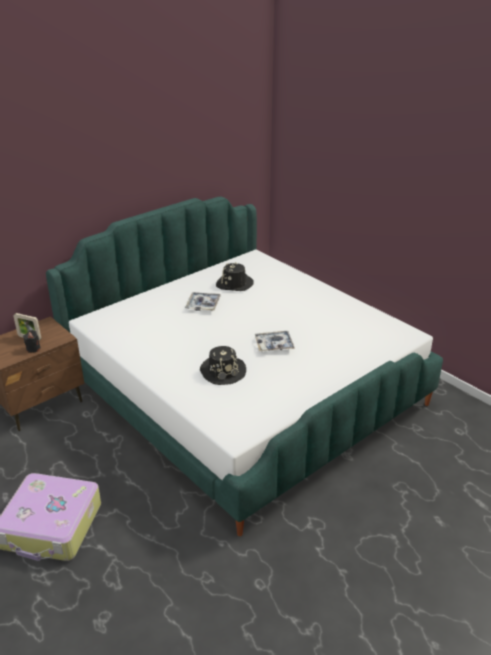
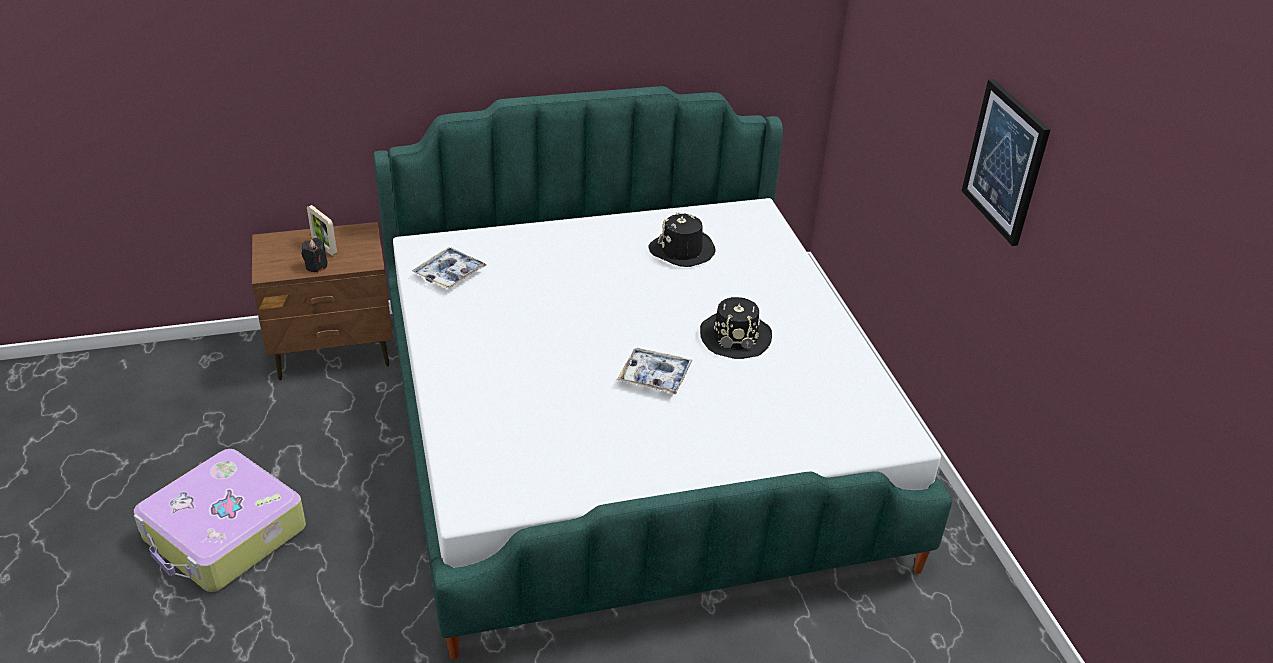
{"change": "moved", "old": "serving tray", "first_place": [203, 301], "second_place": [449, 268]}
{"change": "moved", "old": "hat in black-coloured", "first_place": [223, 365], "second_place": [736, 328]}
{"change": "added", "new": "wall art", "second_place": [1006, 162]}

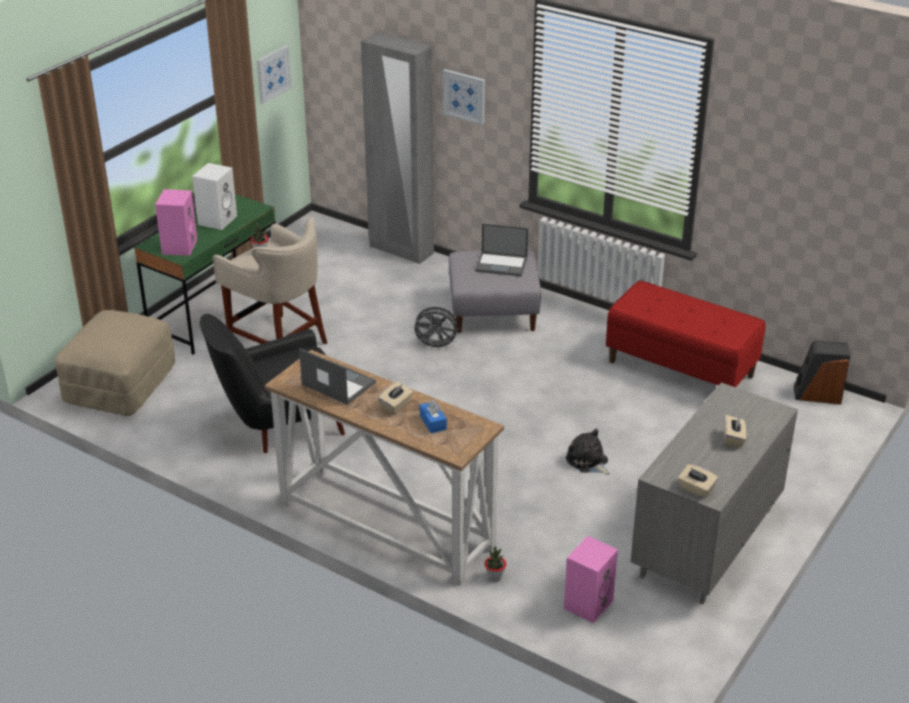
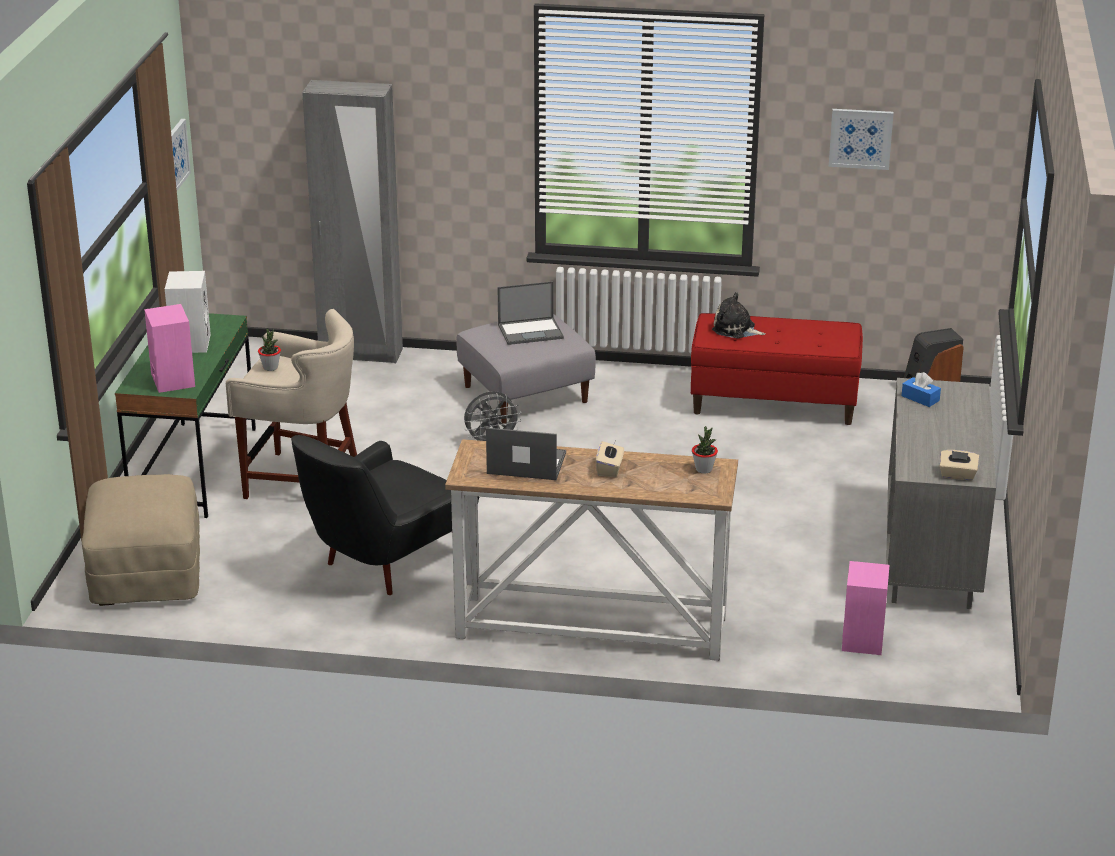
{"change": "moved", "old": "wall art", "first_place": [464, 97], "second_place": [861, 139]}
{"change": "moved", "old": "tissue holder in blue-coloured", "first_place": [433, 416], "second_place": [921, 389]}
{"change": "removed", "old": "tissue holder in sand-coloured", "first_place": [735, 431]}
{"change": "moved", "old": "soft toy", "first_place": [588, 452], "second_place": [739, 315]}
{"change": "moved", "old": "plant in a pot", "first_place": [495, 564], "second_place": [705, 450]}

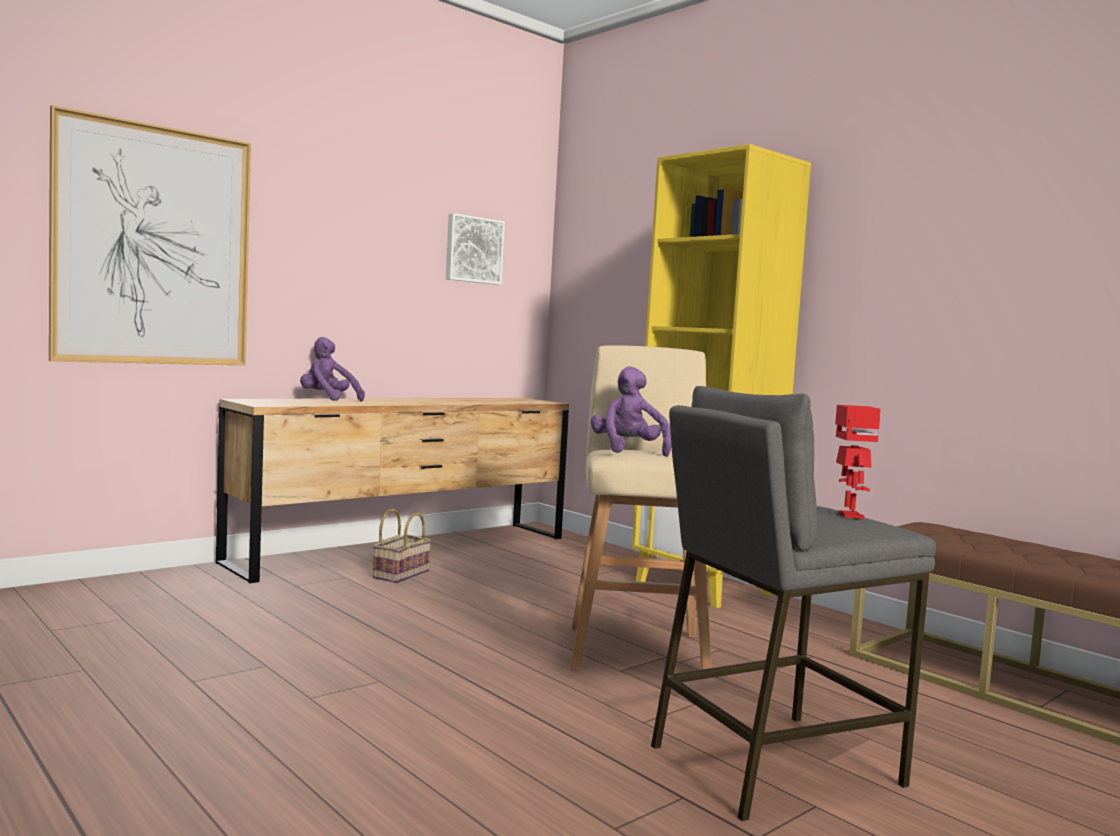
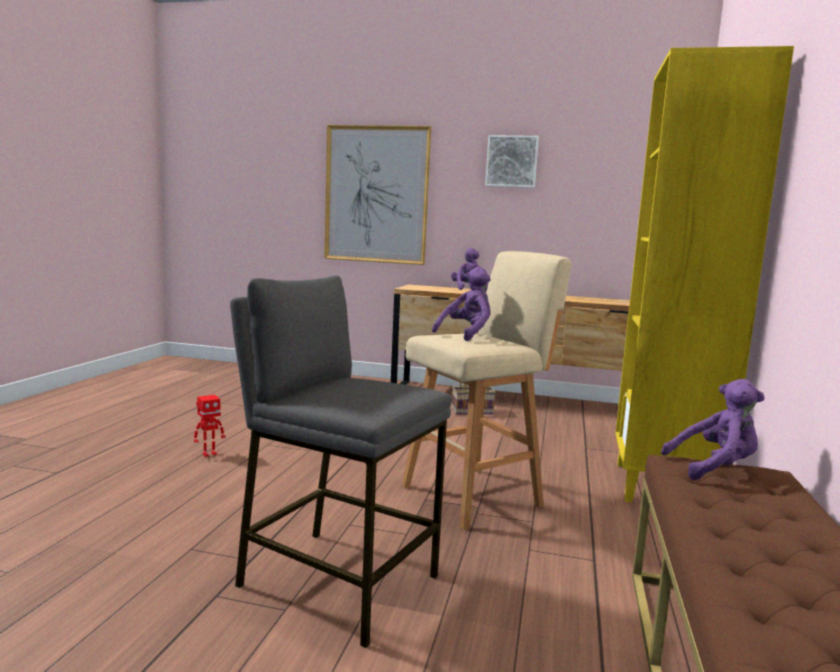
{"change": "moved", "old": "wall art", "first_place": [475, 249], "second_place": [512, 161]}
{"change": "moved", "old": "robot figure", "first_place": [858, 462], "second_place": [210, 426]}
{"change": "added", "new": "soft toy in purple", "second_place": [713, 429]}

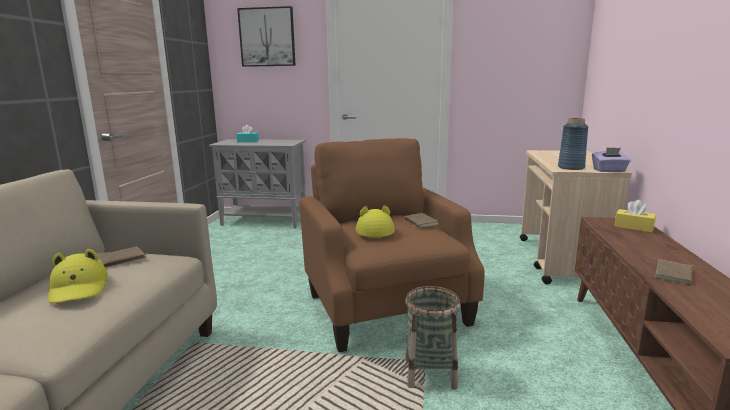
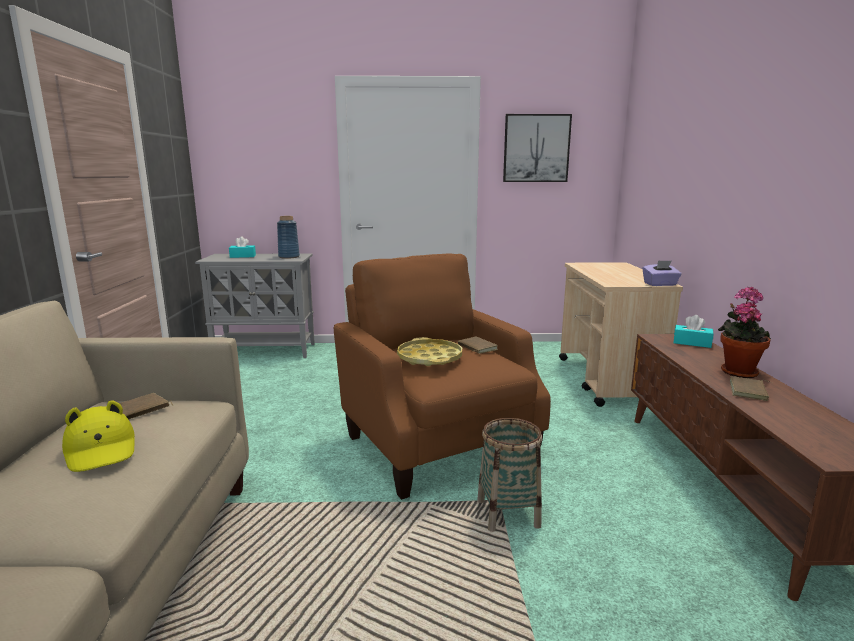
{"change": "moved", "old": "wall art", "first_place": [266, 36], "second_place": [537, 148]}
{"change": "moved", "old": "vase in blue-coloured", "first_place": [573, 144], "second_place": [288, 237]}
{"change": "recoloured", "old": "tissue holder in yellowish", "new": "tissue holder in turquoise", "first_place": [635, 216], "second_place": [694, 331]}
{"change": "replaced", "old": "hat in yellowish", "new": "serving tray in yellowish", "first_place": [375, 221], "second_place": [429, 351]}
{"change": "added", "new": "plant in a pot", "second_place": [744, 332]}

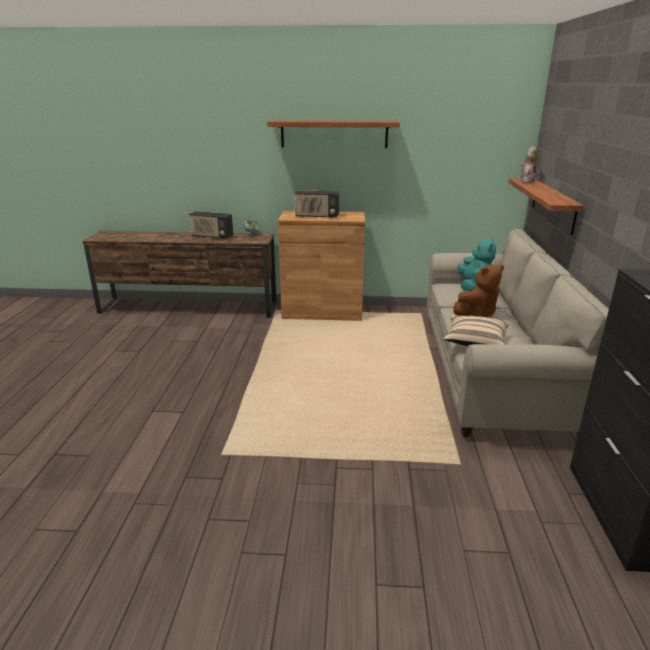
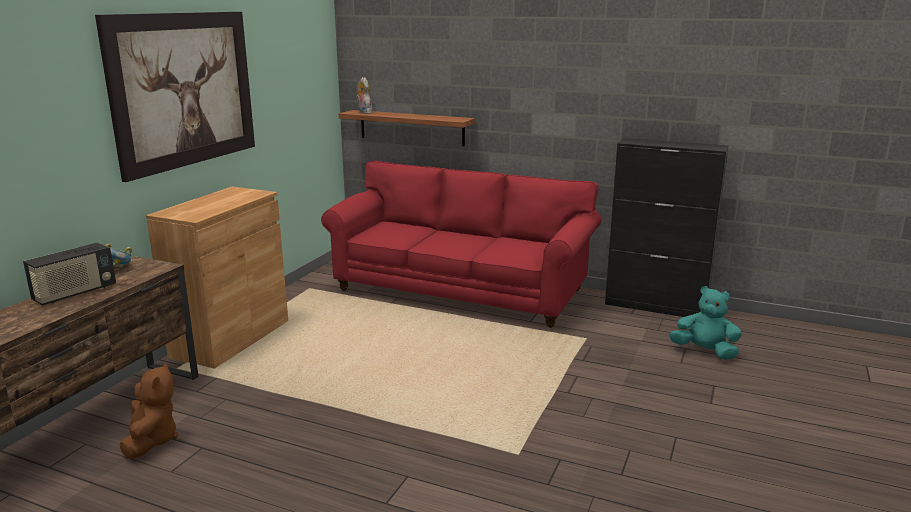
{"change": "replaced", "old": "wall shelf", "new": "wall art", "first_place": [333, 134], "second_place": [175, 97]}
{"change": "removed", "old": "radio receiver", "first_place": [316, 204]}
{"change": "recoloured", "old": "sofa in sand-coloured", "new": "sofa in red-coloured", "first_place": [518, 333], "second_place": [461, 244]}
{"change": "moved", "old": "soft toy in turquoise", "first_place": [477, 265], "second_place": [705, 323]}
{"change": "moved", "old": "soft toy in brownish", "first_place": [478, 291], "second_place": [149, 410]}
{"change": "removed", "old": "throw pillow in sand-coloured", "first_place": [476, 331]}

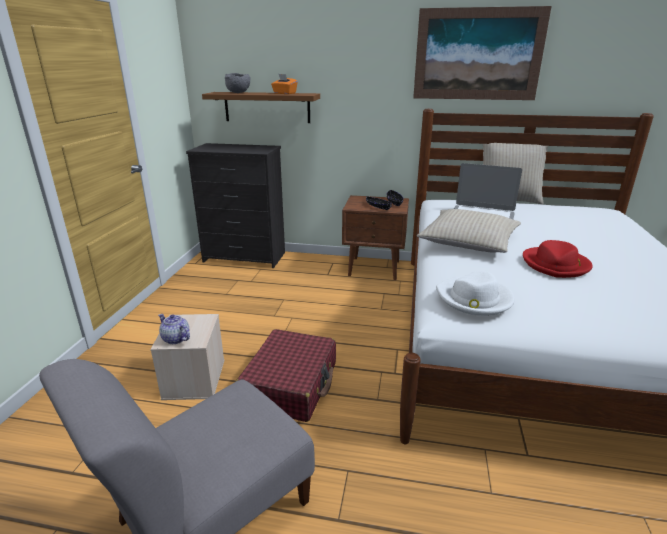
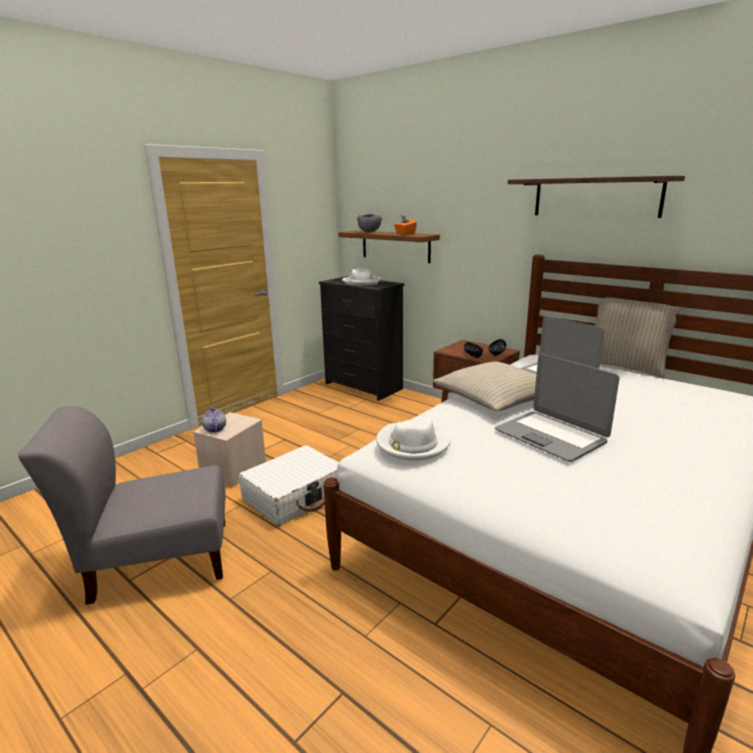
{"change": "replaced", "old": "wall art", "new": "wall shelf", "first_place": [482, 53], "second_place": [596, 197]}
{"change": "replaced", "old": "hat in red-coloured", "new": "laptop", "first_place": [558, 259], "second_place": [557, 408]}
{"change": "recoloured", "old": "suitcase in red-coloured", "new": "suitcase in whitish", "first_place": [286, 375], "second_place": [289, 485]}
{"change": "added", "new": "hat in whitish", "second_place": [361, 277]}

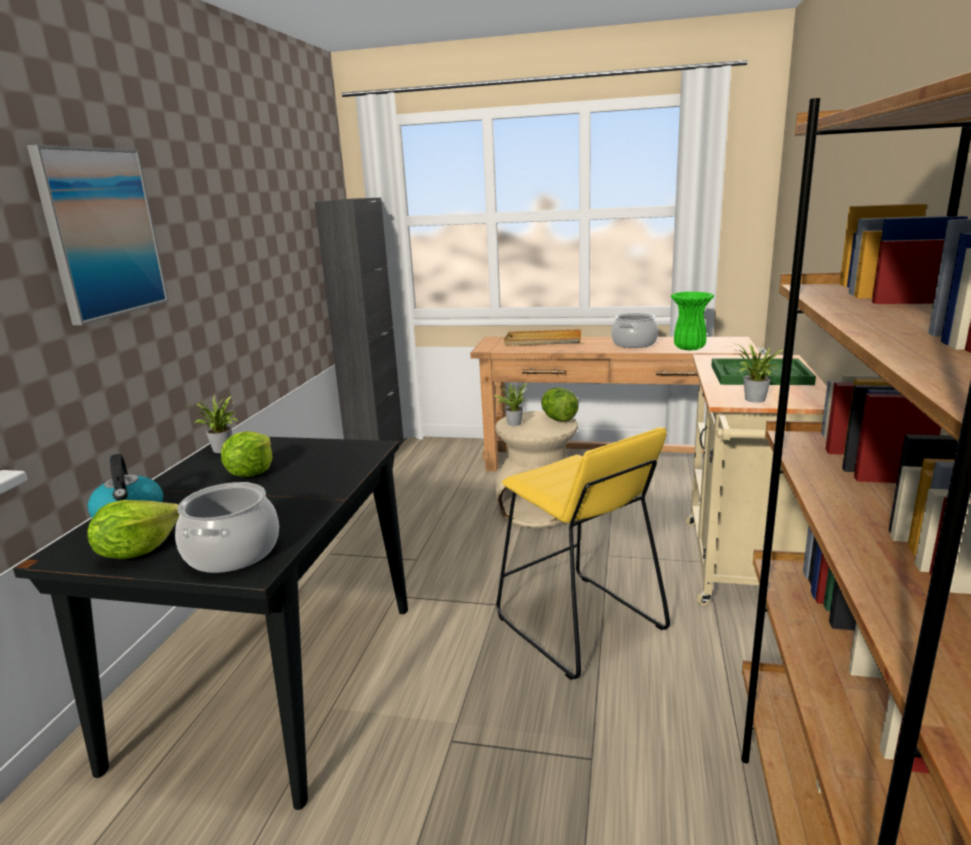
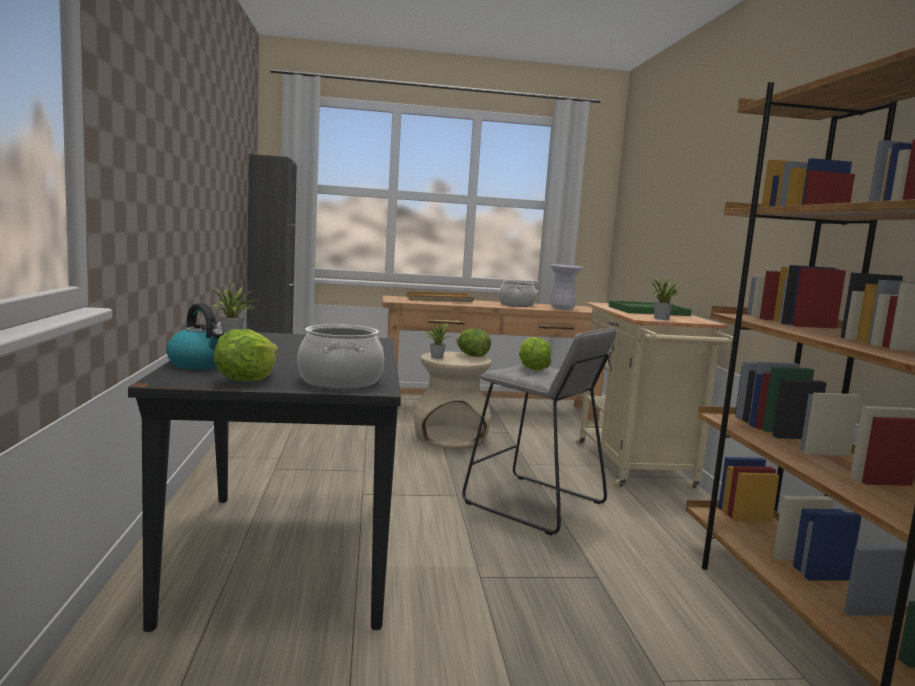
{"change": "removed", "old": "wall art", "first_place": [98, 235]}
{"change": "recoloured", "old": "vase in greenish", "new": "vase in whitish", "first_place": [692, 320], "second_place": [566, 287]}
{"change": "recoloured", "old": "stool seat in yellowish", "new": "stool seat in gray", "first_place": [583, 553], "second_place": [539, 431]}
{"change": "moved", "old": "lettuce", "first_place": [246, 454], "second_place": [535, 353]}

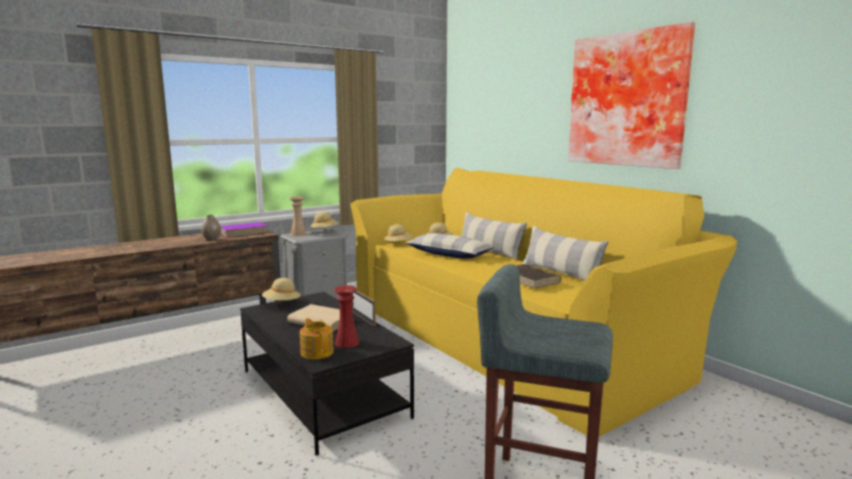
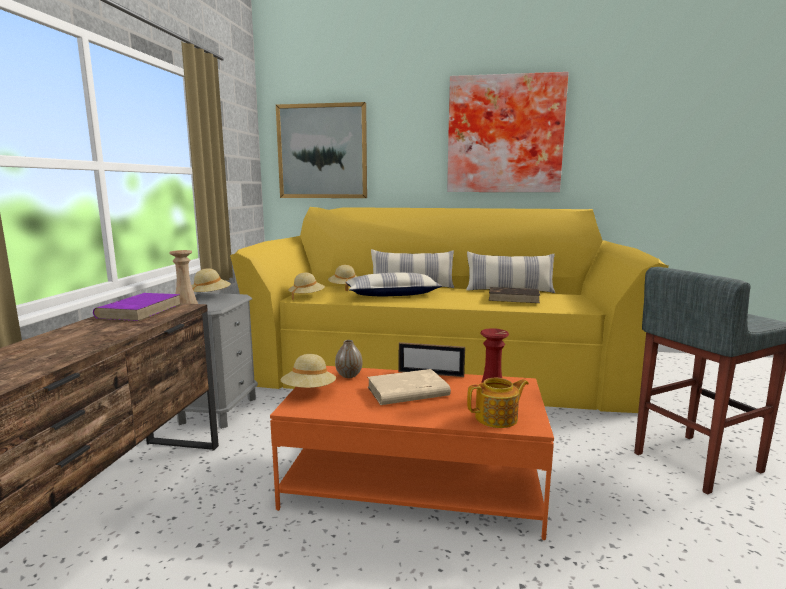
{"change": "moved", "old": "vase", "first_place": [211, 228], "second_place": [349, 359]}
{"change": "recoloured", "old": "lounge table in black-coloured", "new": "lounge table in orange-coloured", "first_place": [327, 374], "second_place": [412, 453]}
{"change": "turned", "old": "teapot", "first_place": [317, 339], "second_place": [498, 403], "degrees": 150}
{"change": "added", "new": "wall art", "second_place": [321, 150]}

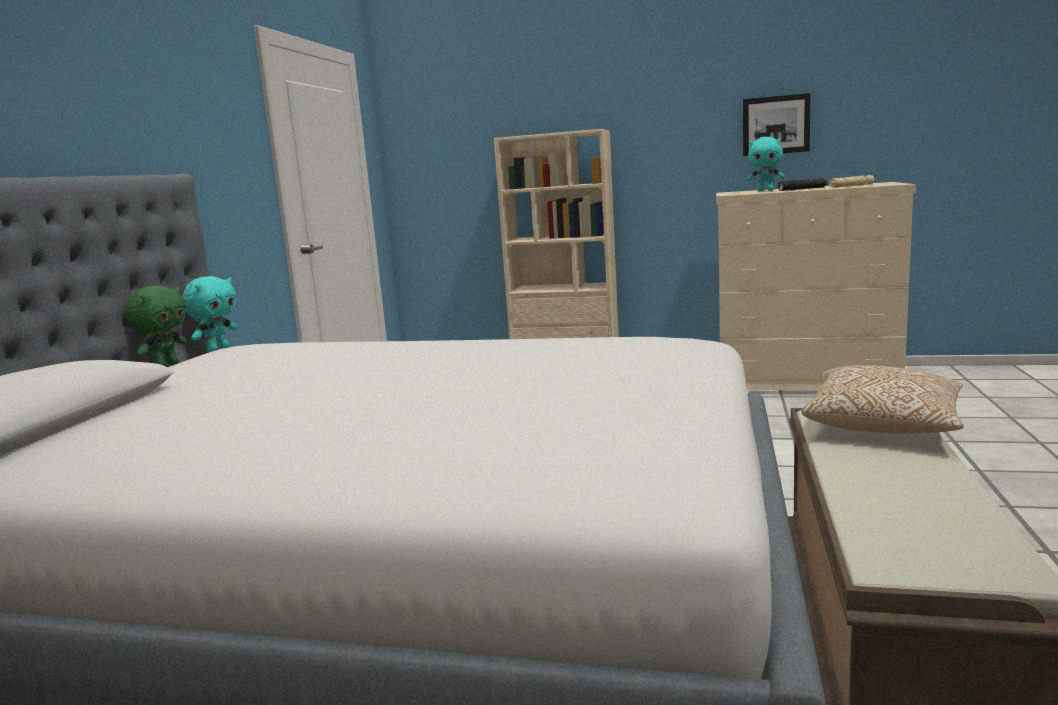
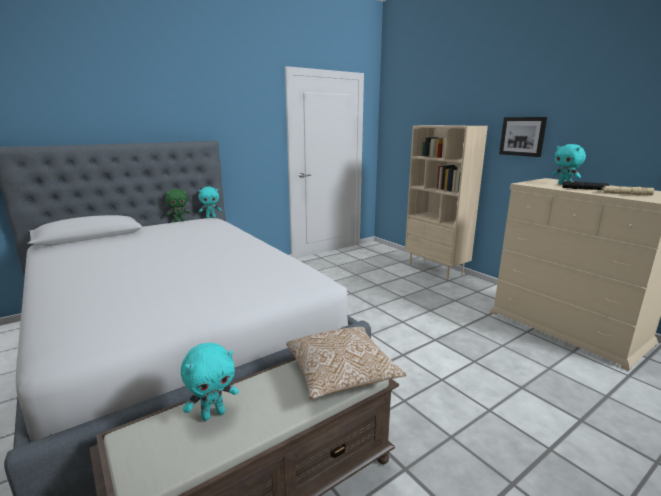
{"change": "moved", "old": "wall art", "first_place": [777, 124], "second_place": [523, 137]}
{"change": "added", "new": "soft toy in turquoise", "second_place": [210, 382]}

